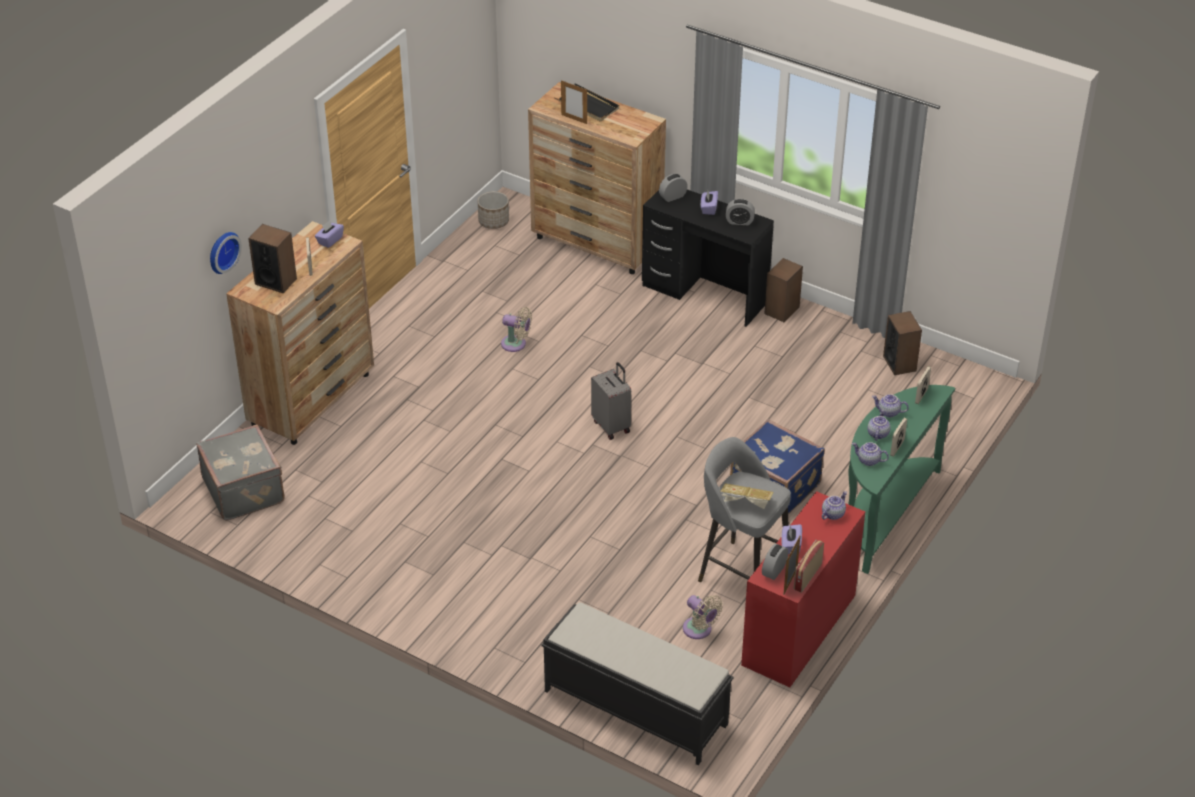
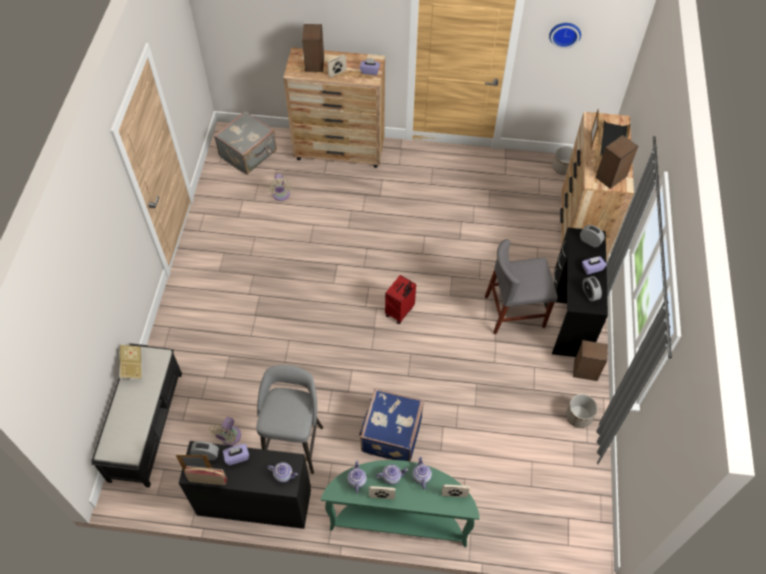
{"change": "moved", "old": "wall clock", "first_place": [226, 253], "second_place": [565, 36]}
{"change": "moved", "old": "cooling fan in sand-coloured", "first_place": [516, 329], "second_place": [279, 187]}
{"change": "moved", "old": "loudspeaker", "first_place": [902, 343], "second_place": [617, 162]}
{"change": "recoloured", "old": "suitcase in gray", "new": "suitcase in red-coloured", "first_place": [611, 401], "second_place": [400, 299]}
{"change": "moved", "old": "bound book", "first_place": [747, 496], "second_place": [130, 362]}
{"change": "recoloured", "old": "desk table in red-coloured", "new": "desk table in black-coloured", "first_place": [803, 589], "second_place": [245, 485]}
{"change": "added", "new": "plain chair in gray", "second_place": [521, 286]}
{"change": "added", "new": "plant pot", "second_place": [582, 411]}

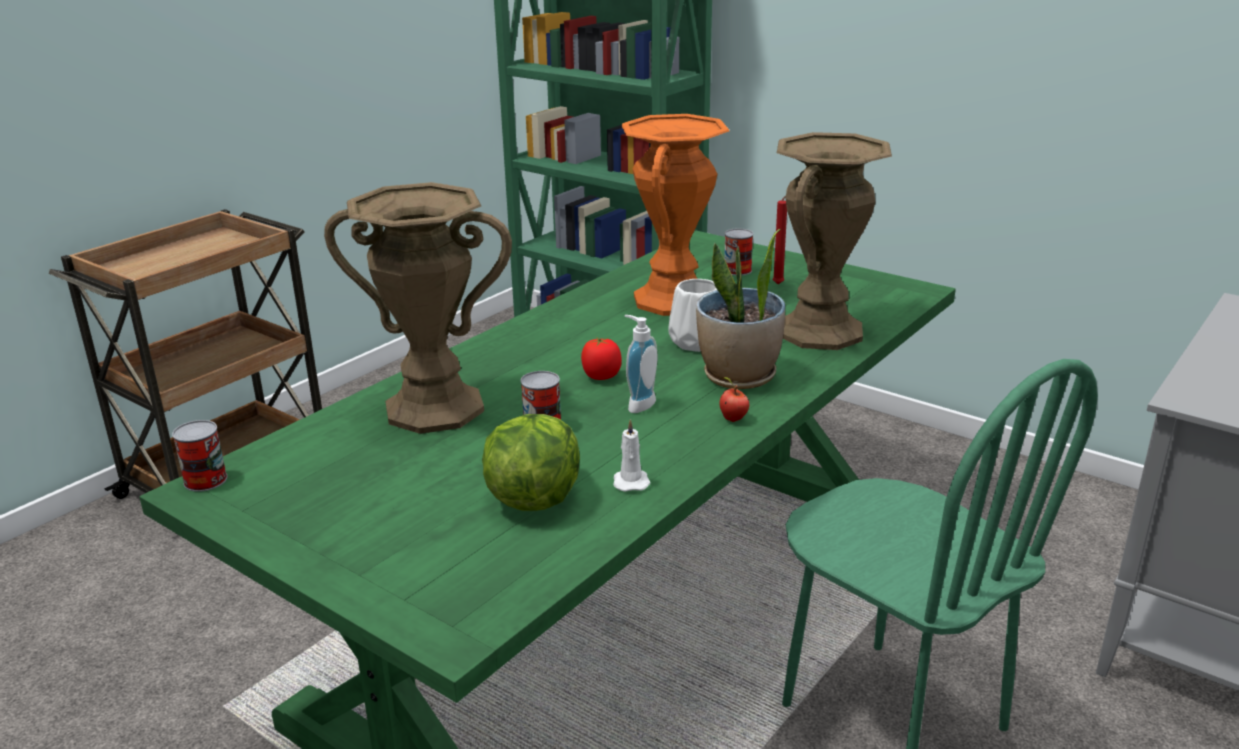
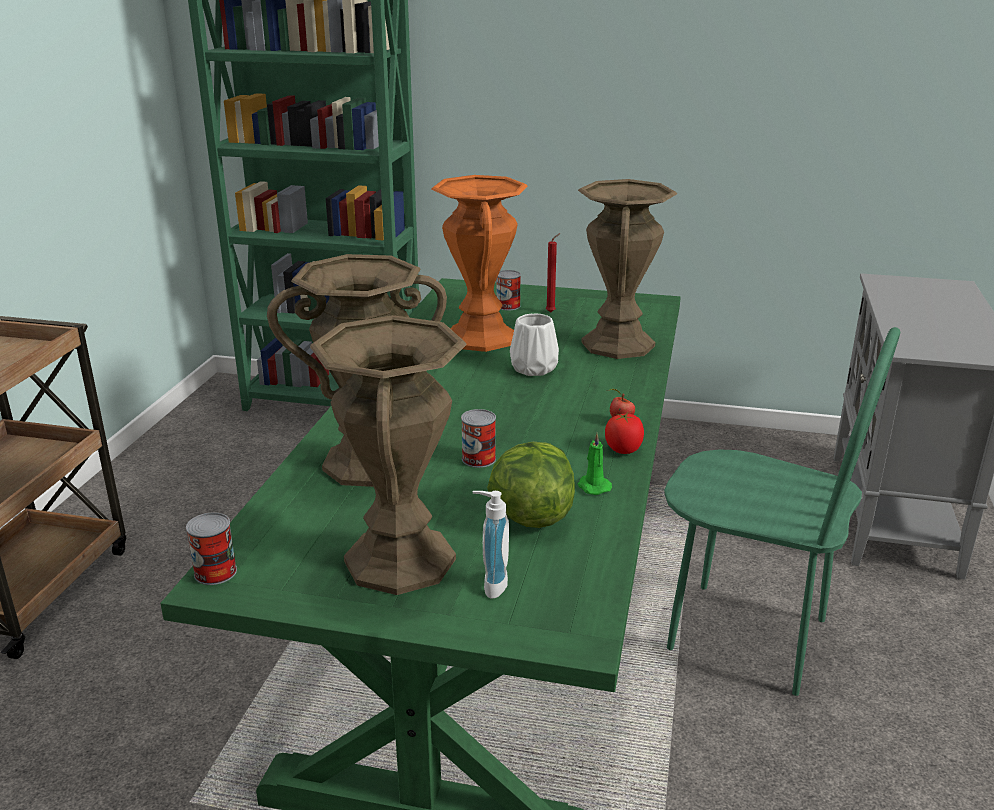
{"change": "removed", "old": "plant in a pot", "first_place": [740, 309]}
{"change": "moved", "old": "soap dispenser", "first_place": [641, 364], "second_place": [491, 544]}
{"change": "moved", "old": "tomato", "first_place": [601, 358], "second_place": [624, 433]}
{"change": "recoloured", "old": "wax candle in whitish", "new": "wax candle in greenish", "first_place": [631, 455], "second_place": [595, 464]}
{"change": "added", "new": "vase in brownish", "second_place": [388, 455]}

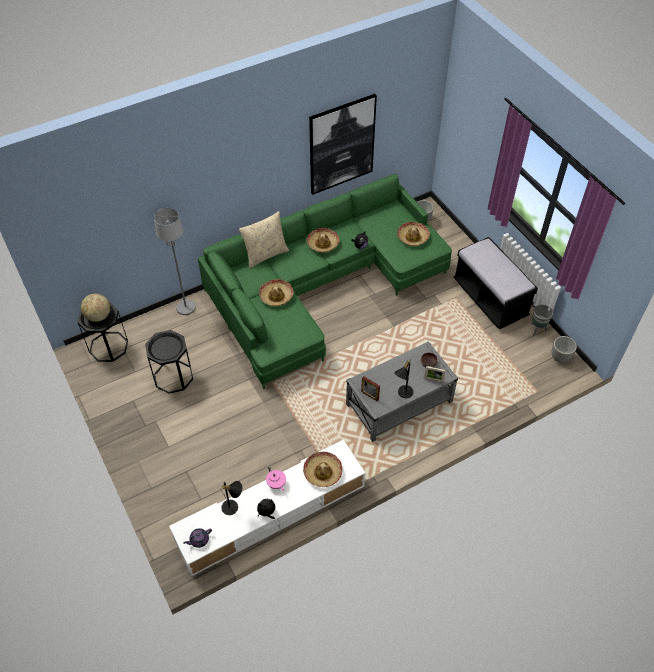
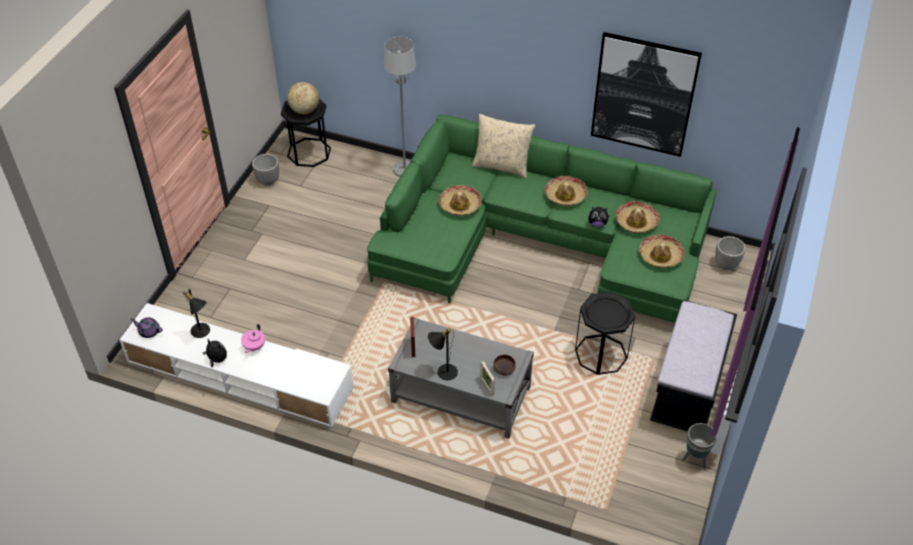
{"change": "moved", "old": "end table in black-coloured", "first_place": [169, 362], "second_place": [605, 333]}
{"change": "moved", "old": "plant pot", "first_place": [564, 349], "second_place": [265, 170]}
{"change": "moved", "old": "hat", "first_place": [323, 469], "second_place": [638, 217]}

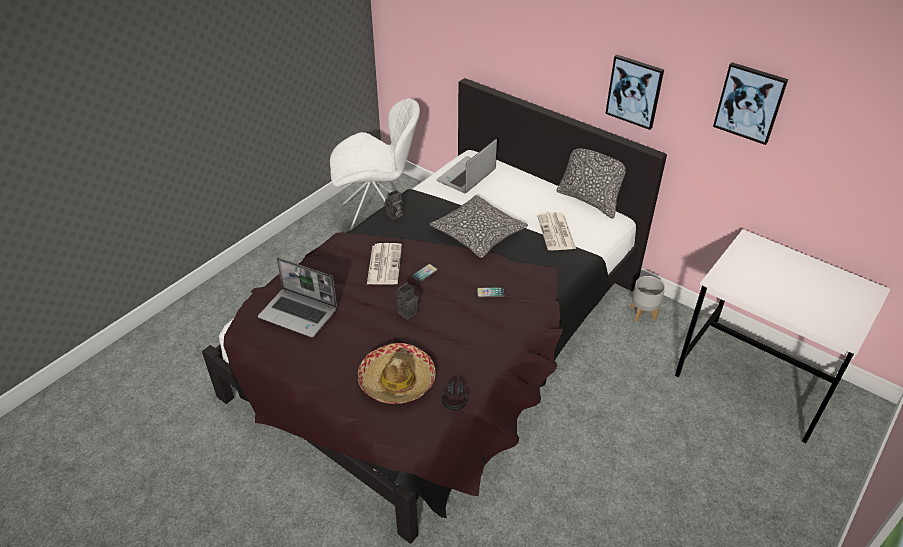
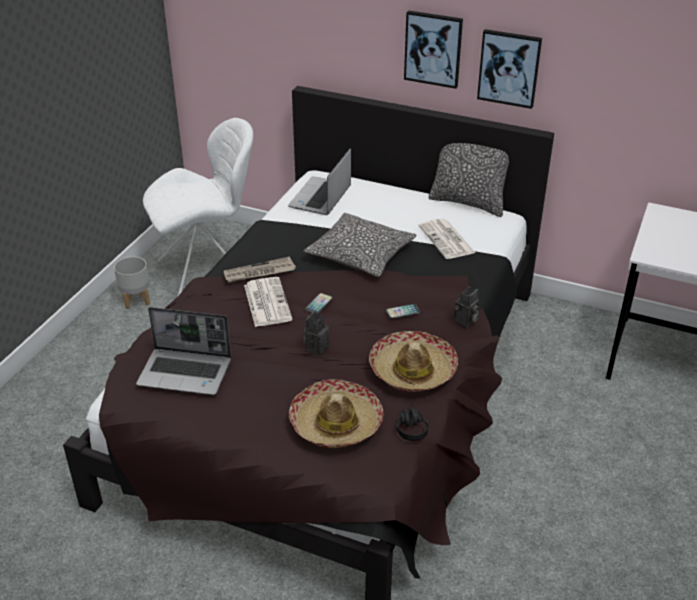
{"change": "moved", "old": "wall art", "first_place": [750, 103], "second_place": [433, 49]}
{"change": "moved", "old": "photo camera", "first_place": [393, 205], "second_place": [466, 306]}
{"change": "moved", "old": "plant pot in gray", "first_place": [648, 299], "second_place": [132, 282]}
{"change": "added", "new": "printed paper", "second_place": [260, 270]}
{"change": "added", "new": "hat", "second_place": [413, 361]}

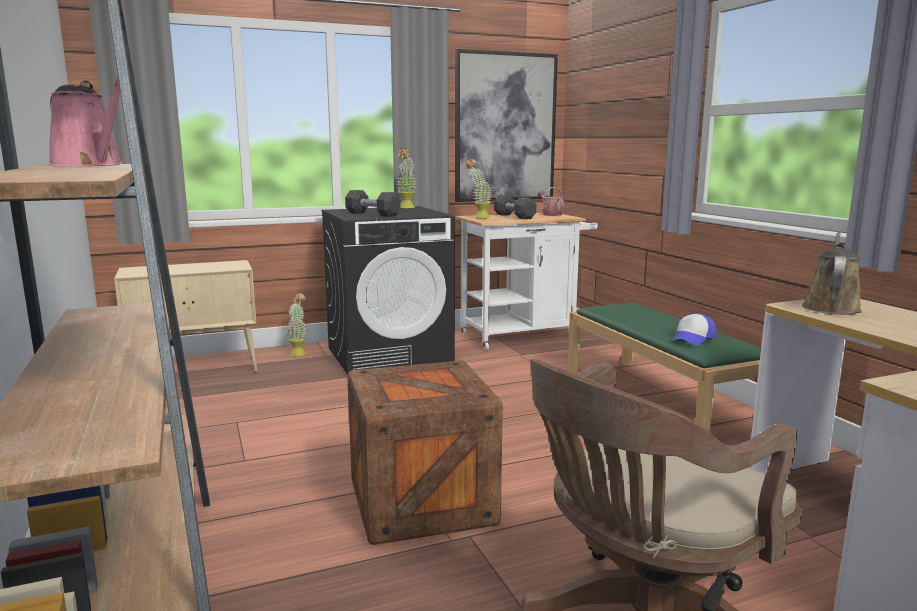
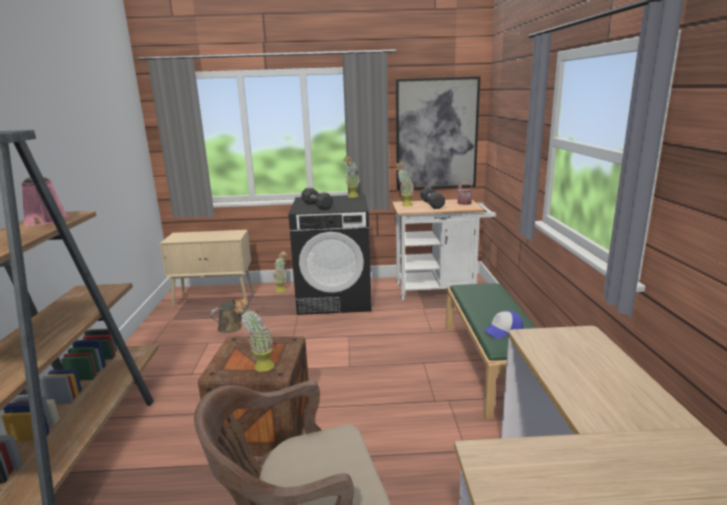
{"change": "moved", "old": "sprinkling can in brownish", "first_place": [832, 273], "second_place": [233, 311]}
{"change": "added", "new": "plant in a pot", "second_place": [254, 335]}

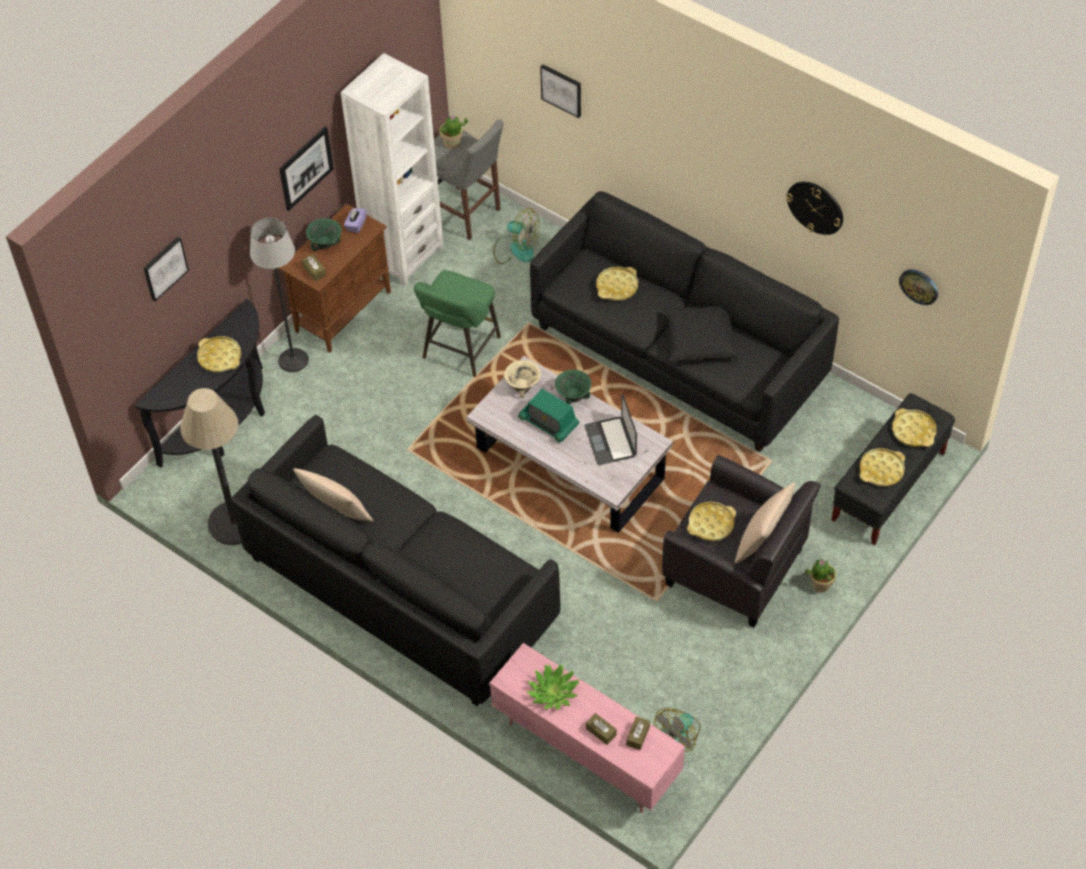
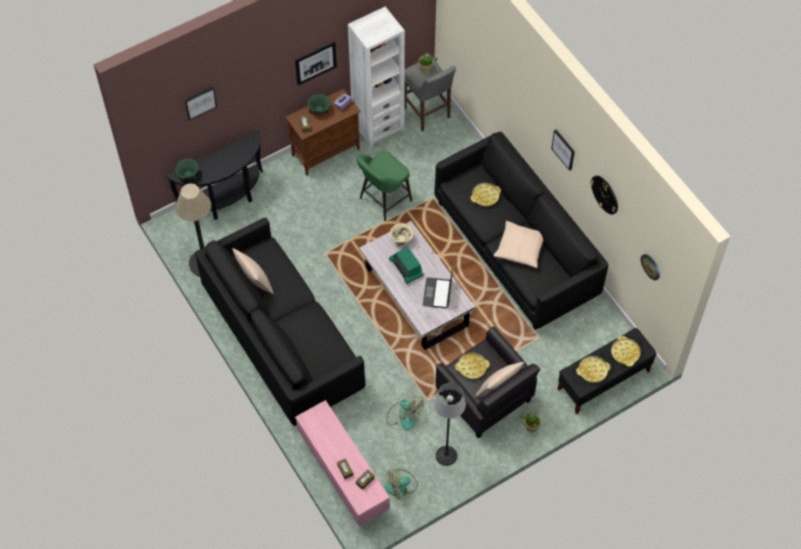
{"change": "moved", "old": "wall art", "first_place": [560, 91], "second_place": [563, 150]}
{"change": "moved", "old": "cooling fan", "first_place": [516, 236], "second_place": [405, 413]}
{"change": "moved", "old": "floor lamp", "first_place": [279, 295], "second_place": [450, 424]}
{"change": "recoloured", "old": "throw pillow in black-coloured", "new": "throw pillow in sand-coloured", "first_place": [702, 333], "second_place": [518, 244]}
{"change": "removed", "old": "serving tray in yellowish", "first_place": [219, 354]}
{"change": "moved", "old": "bowl in greenish", "first_place": [573, 387], "second_place": [186, 169]}
{"change": "removed", "old": "plant in a pot", "first_place": [553, 687]}

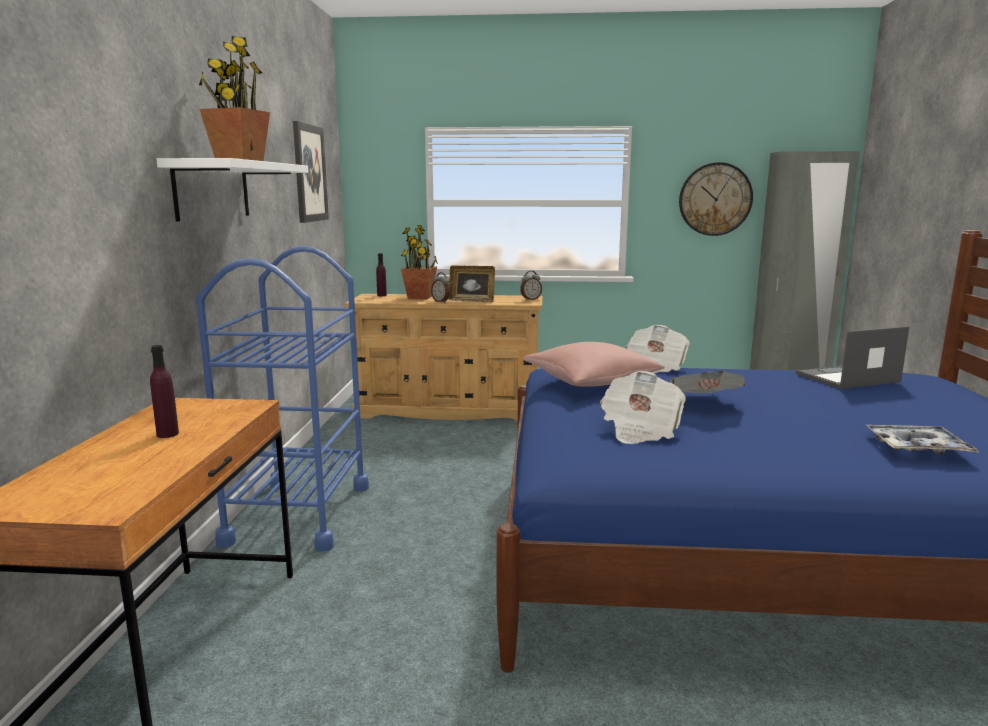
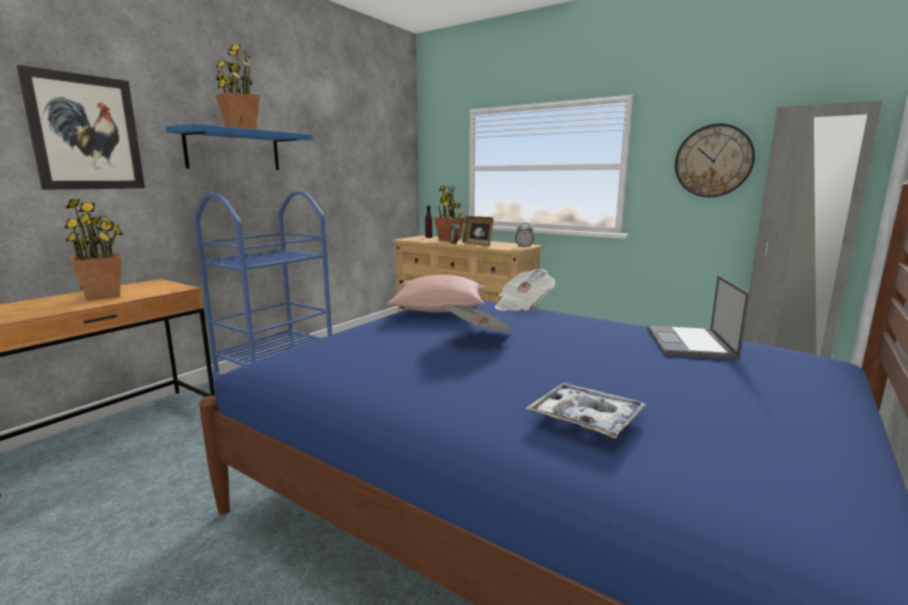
{"change": "moved", "old": "wall art", "first_place": [311, 172], "second_place": [81, 127]}
{"change": "recoloured", "old": "wall shelf in whitish", "new": "wall shelf in blue-coloured", "first_place": [232, 190], "second_place": [239, 147]}
{"change": "turned", "old": "laptop", "first_place": [852, 357], "second_place": [698, 317], "degrees": -90}
{"change": "replaced", "old": "beverage bottle in purple", "new": "plant in a pot", "first_place": [164, 391], "second_place": [93, 250]}
{"change": "removed", "old": "printed paper", "first_place": [643, 407]}

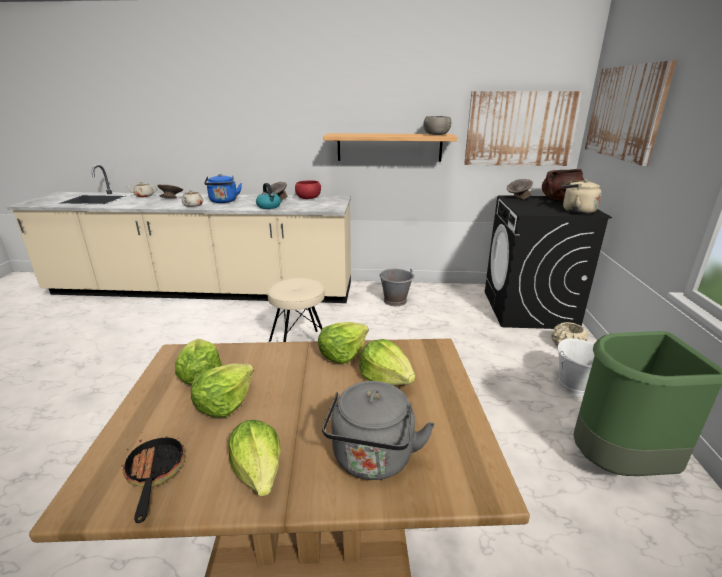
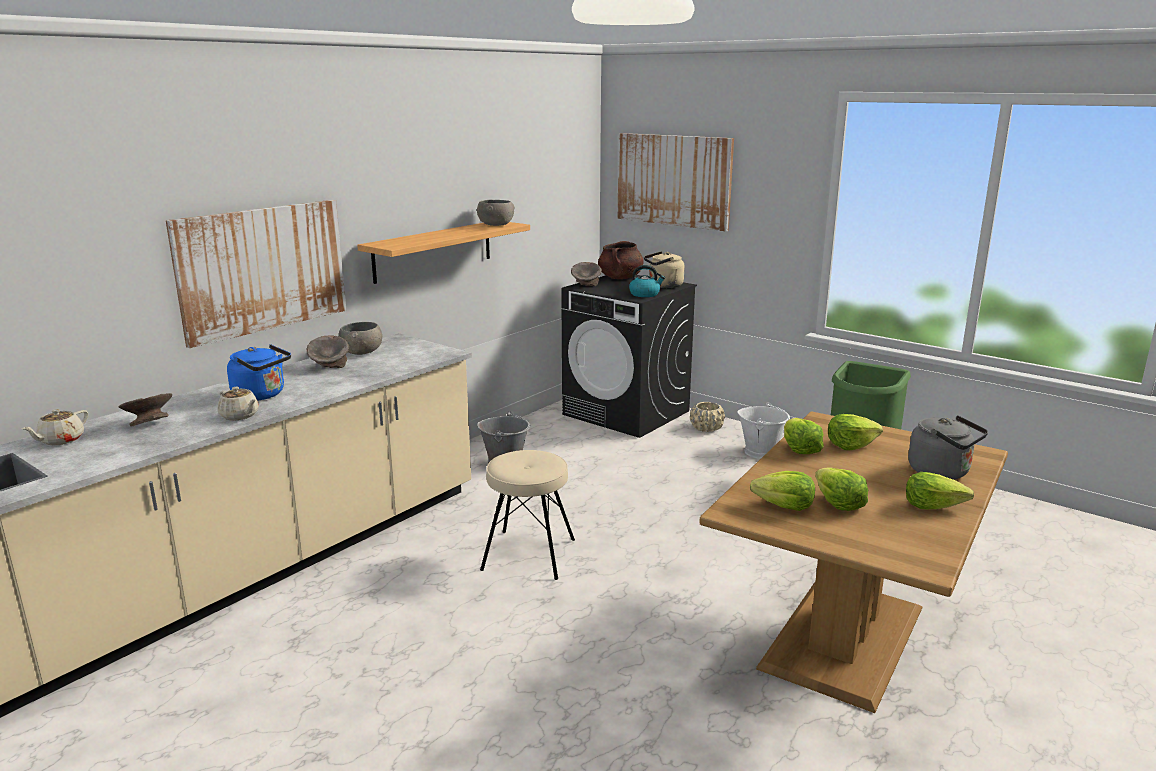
{"change": "moved", "old": "wall art", "first_place": [523, 128], "second_place": [256, 274]}
{"change": "recoloured", "old": "bowl in red-coloured", "new": "bowl in gray", "first_place": [308, 189], "second_place": [360, 338]}
{"change": "moved", "old": "tea kettle", "first_place": [268, 196], "second_place": [647, 281]}
{"change": "removed", "old": "frying pan", "first_place": [153, 479]}

